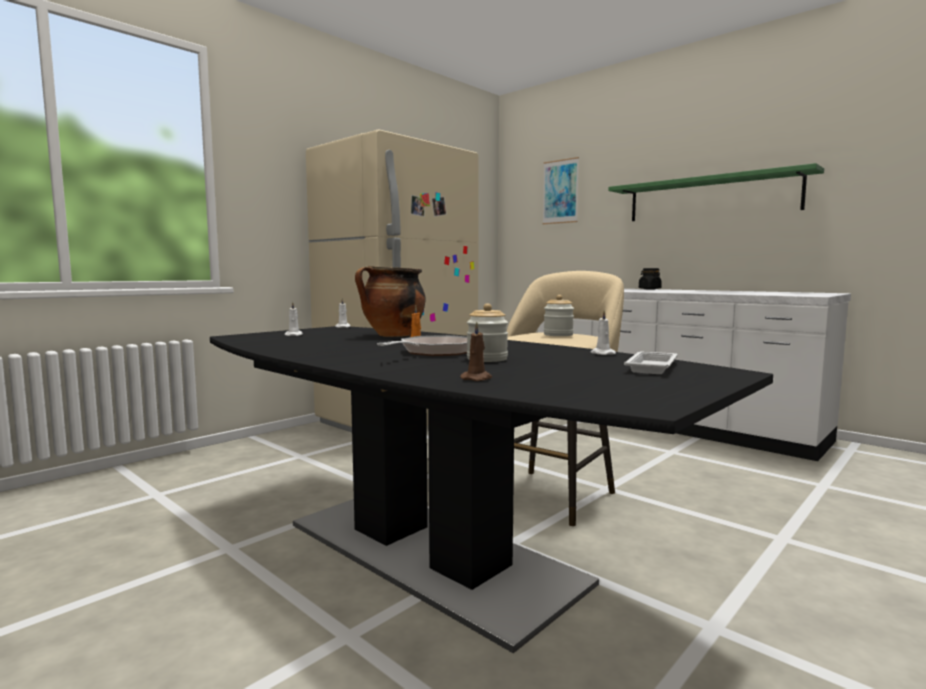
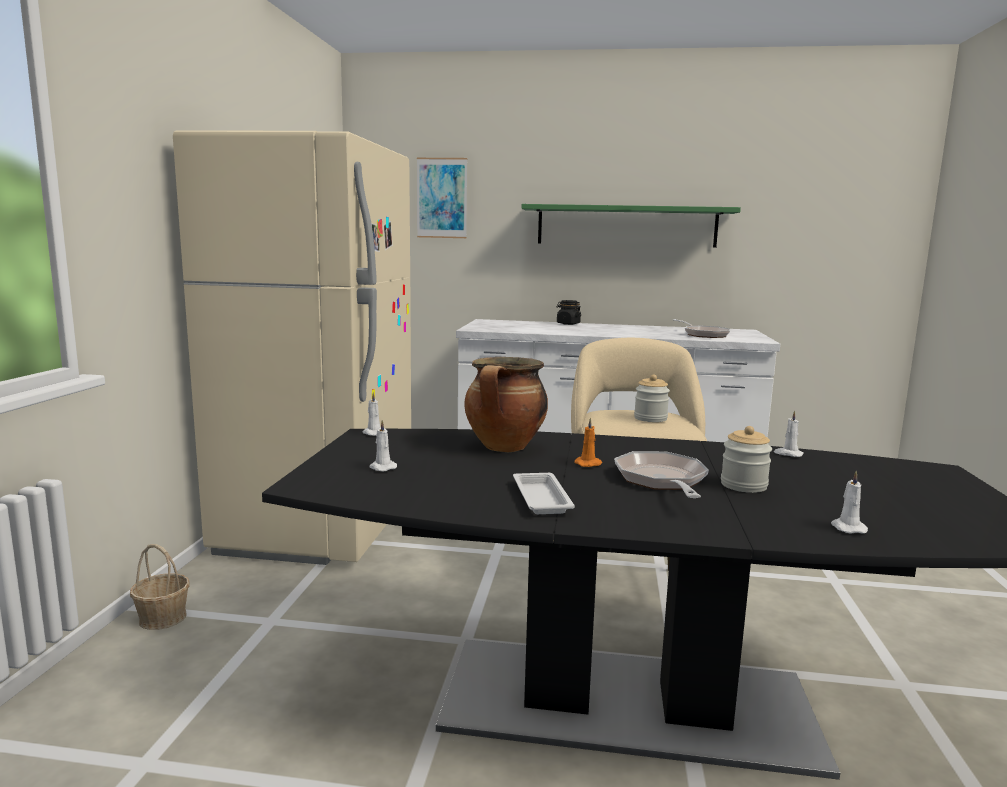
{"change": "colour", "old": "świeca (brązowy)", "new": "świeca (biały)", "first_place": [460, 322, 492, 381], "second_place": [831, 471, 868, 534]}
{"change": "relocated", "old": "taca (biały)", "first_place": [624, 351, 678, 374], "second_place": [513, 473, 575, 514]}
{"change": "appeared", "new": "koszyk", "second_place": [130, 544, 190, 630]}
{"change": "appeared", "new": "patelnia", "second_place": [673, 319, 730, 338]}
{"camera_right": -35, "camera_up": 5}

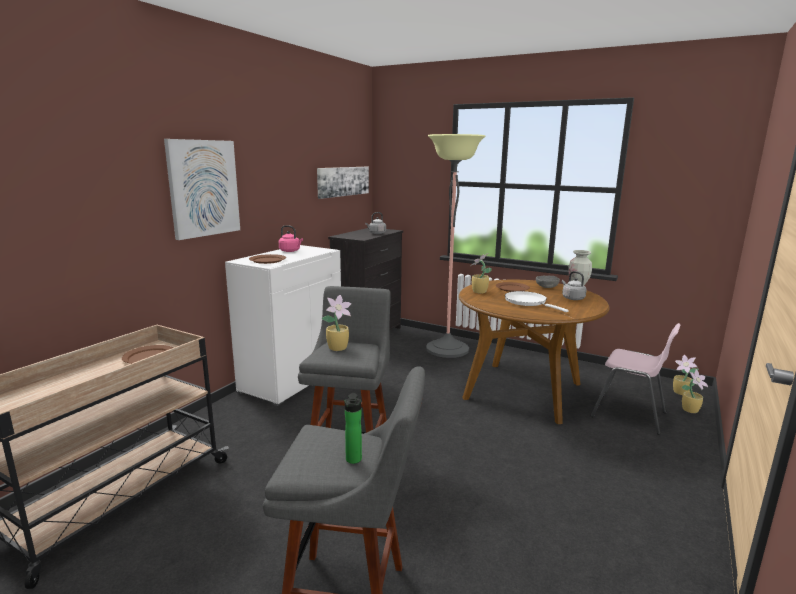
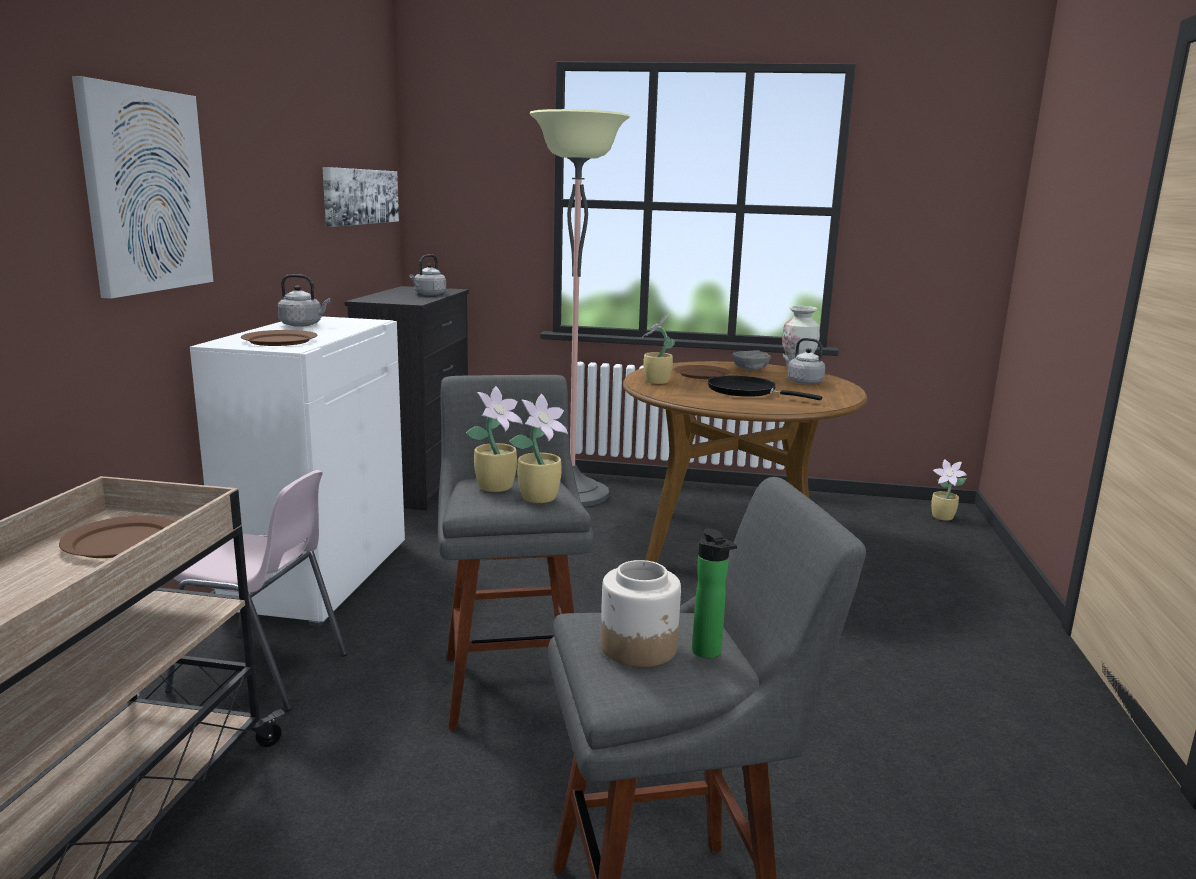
{"change": "colour", "old": "czajnik (różowy)", "new": "czajnik (szary)", "first_place": [279, 225, 303, 252], "second_place": [278, 274, 330, 327]}
{"change": "colour", "old": "patelnia (biały)", "new": "patelnia (czarny)", "first_place": [505, 291, 568, 312], "second_place": [707, 376, 822, 400]}
{"change": "relocated", "old": "krzesło (różowy)", "first_place": [591, 323, 681, 435], "second_place": [165, 470, 347, 711]}
{"change": "relocated", "old": "roślina doniczkowa", "first_place": [682, 369, 708, 413], "second_place": [509, 394, 568, 503]}
{"change": "appeared", "new": "słoik", "second_place": [600, 560, 681, 667]}
{"camera_right": -20, "camera_up": 0}

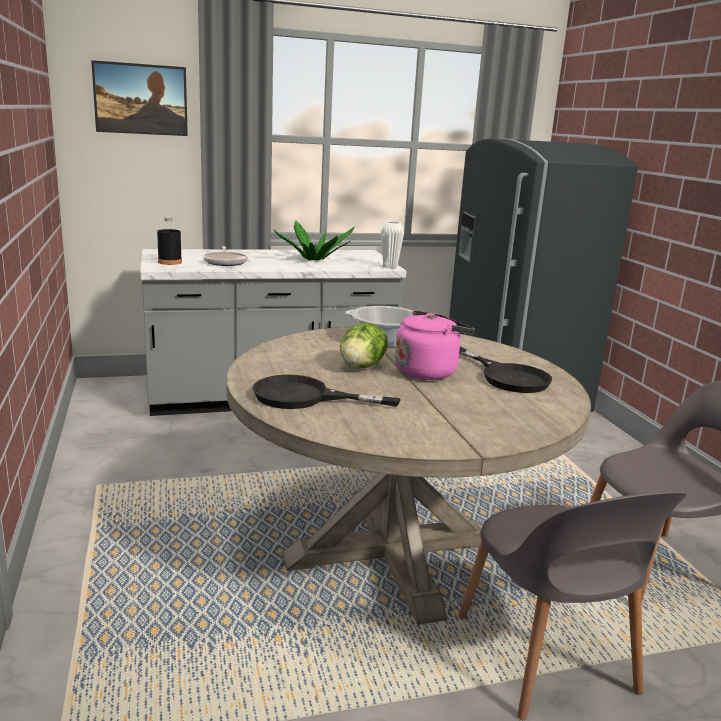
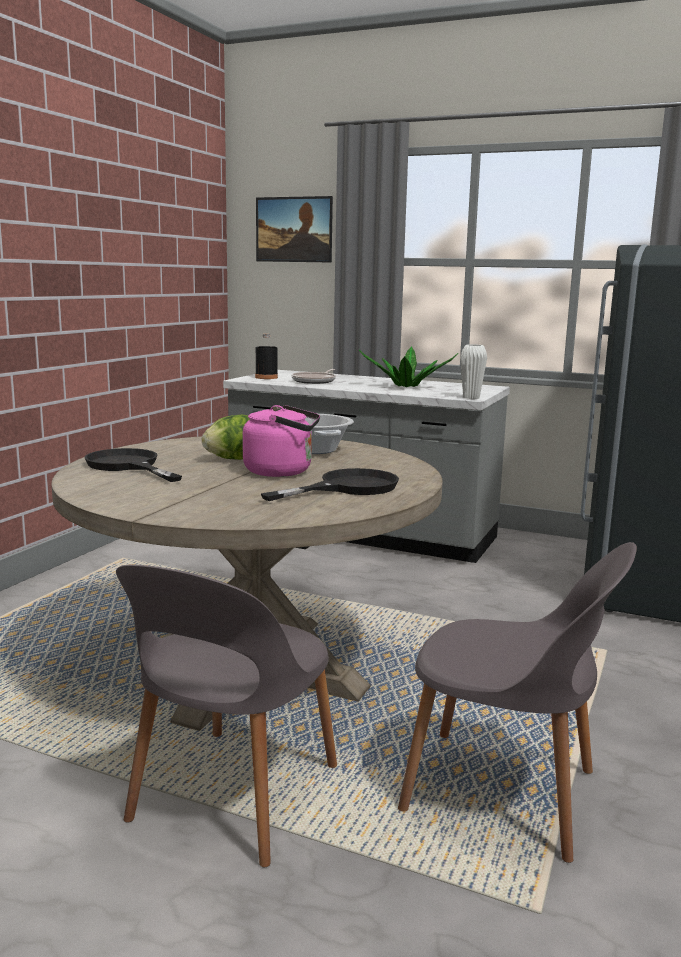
{"change": "spun", "old": "patelnia (czarny)", "first_place": [459, 347, 552, 393], "second_place": [261, 468, 399, 501], "degrees": -135}
{"camera_right": 40, "camera_up": -5}

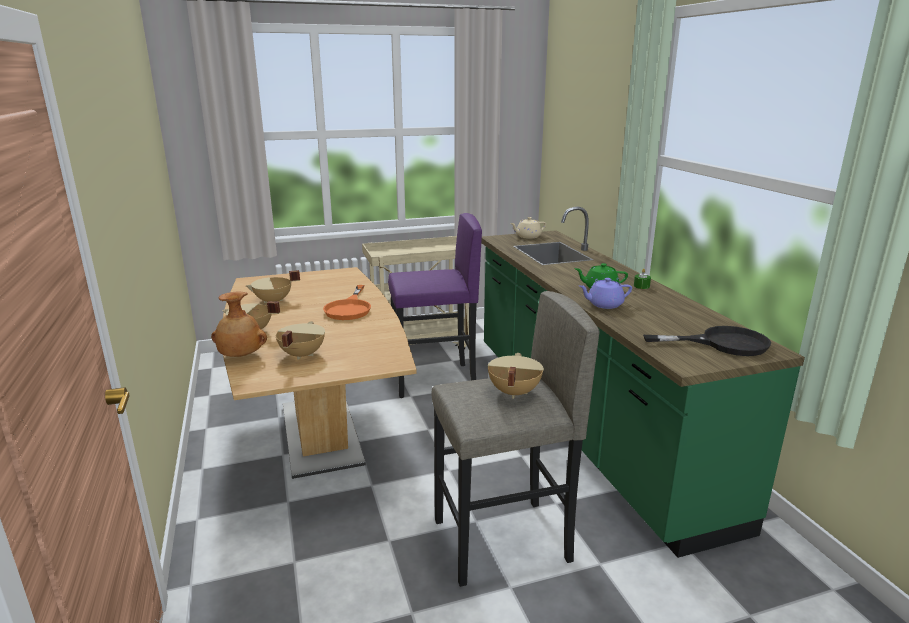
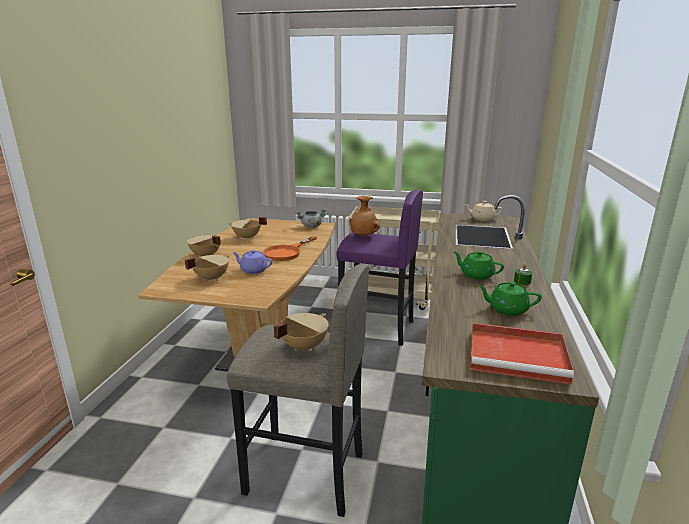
{"change": "relocated", "old": "wazon (brązowy)", "first_place": [211, 291, 267, 357], "second_place": [349, 196, 380, 236]}
{"change": "relocated", "old": "imbryk (fioletowy)", "first_place": [579, 278, 632, 309], "second_place": [232, 250, 272, 274]}
{"change": "exchanged", "old": "patelnia (czarny)", "new": "taca (czerwony)", "first_place": [643, 326, 771, 356], "second_place": [470, 323, 574, 385]}
{"change": "appeared", "new": "garnek (szary)", "second_place": [295, 208, 326, 228]}
{"change": "appeared", "new": "imbryk (zielony)", "second_place": [477, 282, 542, 316]}
{"camera_right": 30, "camera_up": 0}

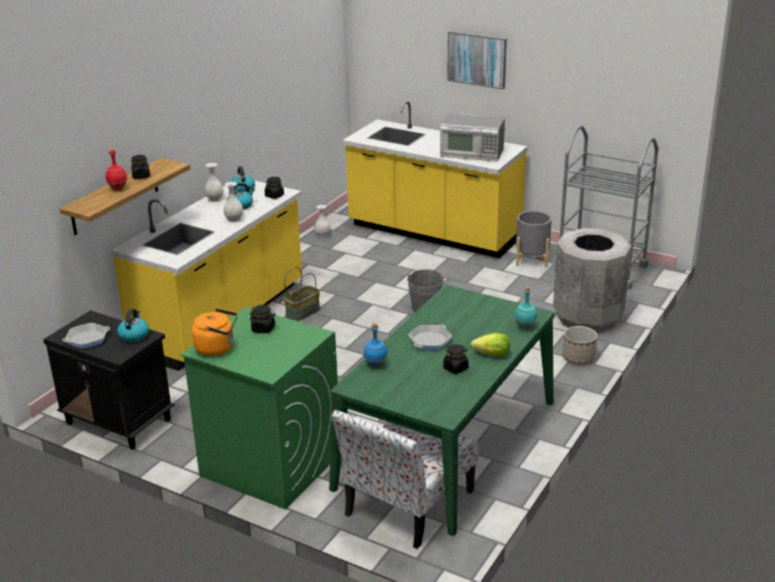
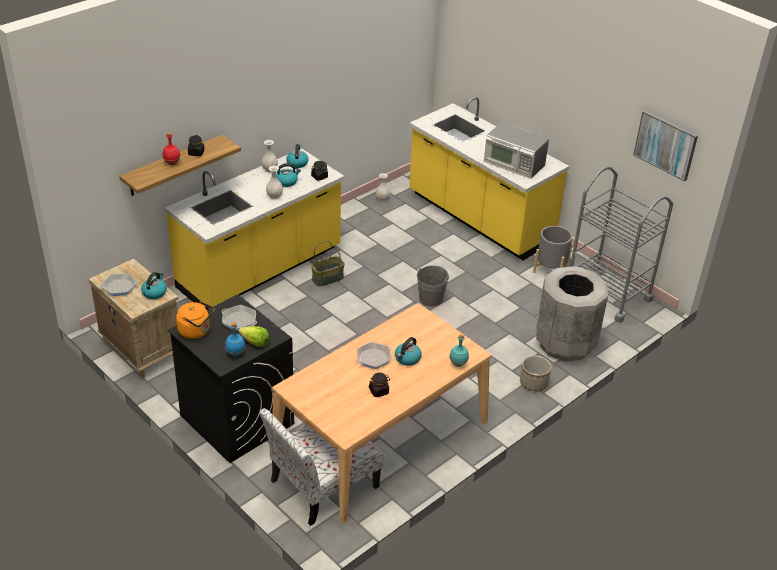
{"change": "colour", "old": "szafka nocna (czarny)", "new": "szafka nocna (beżowy)", "first_place": [43, 310, 175, 449], "second_place": [88, 259, 179, 378]}
{"change": "colour", "old": "pralka (zielony)", "new": "pralka (czarny)", "first_place": [181, 307, 338, 510], "second_place": [167, 294, 294, 463]}
{"change": "exchanged", "old": "słoik (czarny)", "new": "patelnia", "first_place": [250, 305, 276, 333], "second_place": [222, 305, 257, 331]}
{"change": "colour", "old": "stół jadalny (zielony)", "new": "stół jadalny (beżowy)", "first_place": [329, 285, 554, 536], "second_place": [272, 303, 492, 523]}
{"change": "relocated", "old": "butelka (niebieski)", "first_place": [363, 323, 388, 367], "second_place": [225, 322, 246, 356]}
{"change": "relocated", "old": "obraz", "first_place": [447, 31, 507, 89], "second_place": [633, 110, 698, 181]}
{"change": "relocated", "old": "sałata", "first_place": [471, 333, 510, 356], "second_place": [238, 326, 270, 347]}
{"change": "appeared", "new": "czajnik", "second_place": [395, 337, 422, 366]}
{"camera_right": 15, "camera_up": 10}

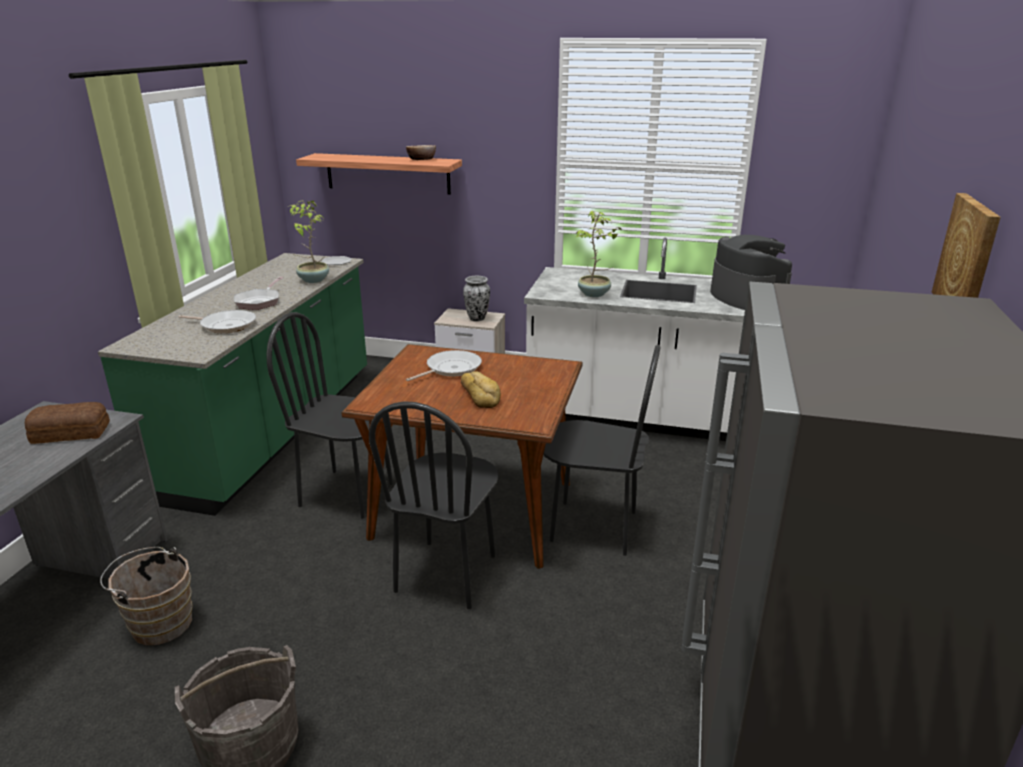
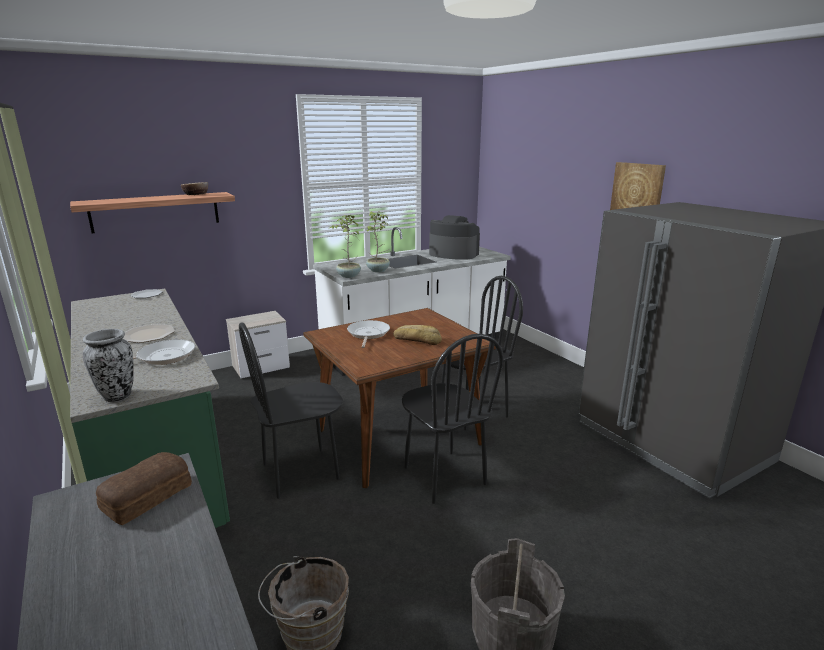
{"change": "exchanged", "old": "patelnia", "new": "talerz", "first_place": [234, 277, 284, 310], "second_place": [123, 324, 175, 343]}
{"change": "relocated", "old": "roślina doniczkowa", "first_place": [288, 200, 329, 283], "second_place": [330, 215, 361, 278]}
{"change": "relocated", "old": "wazon", "first_place": [463, 276, 490, 321], "second_place": [83, 329, 134, 402]}
{"camera_right": -45, "camera_up": -5}

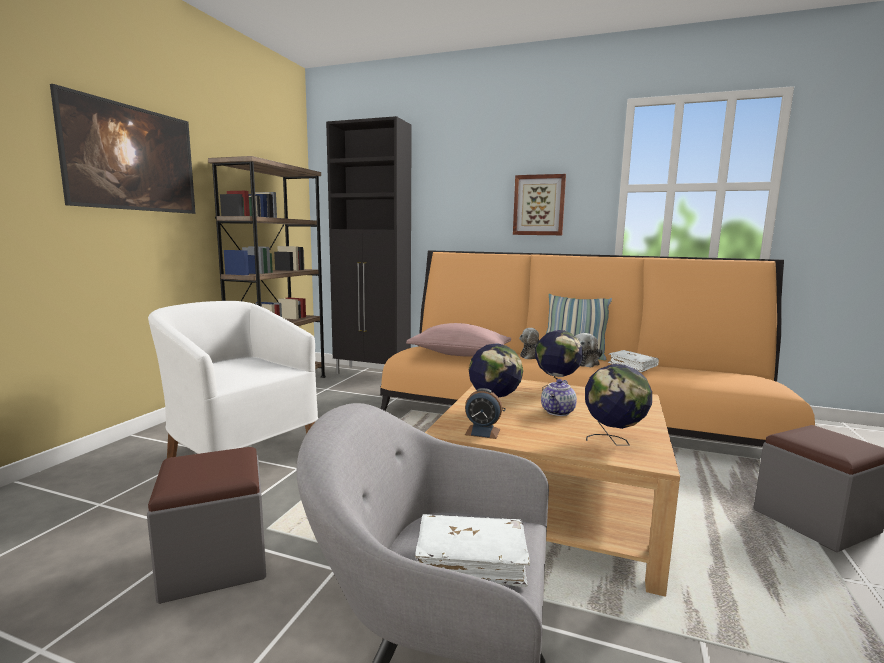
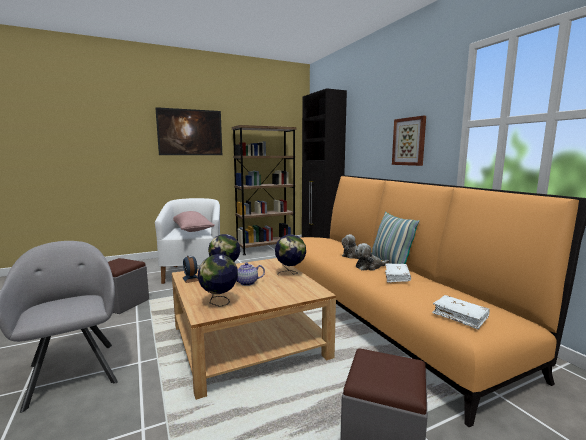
{"change": "relocated", "old": "poduszka (różowy)", "first_place": [406, 323, 511, 357], "second_place": [173, 211, 214, 232]}
{"change": "relocated", "old": "książka (biały)", "first_place": [415, 514, 530, 587], "second_place": [432, 295, 490, 329]}
{"camera_right": 45, "camera_up": 0}

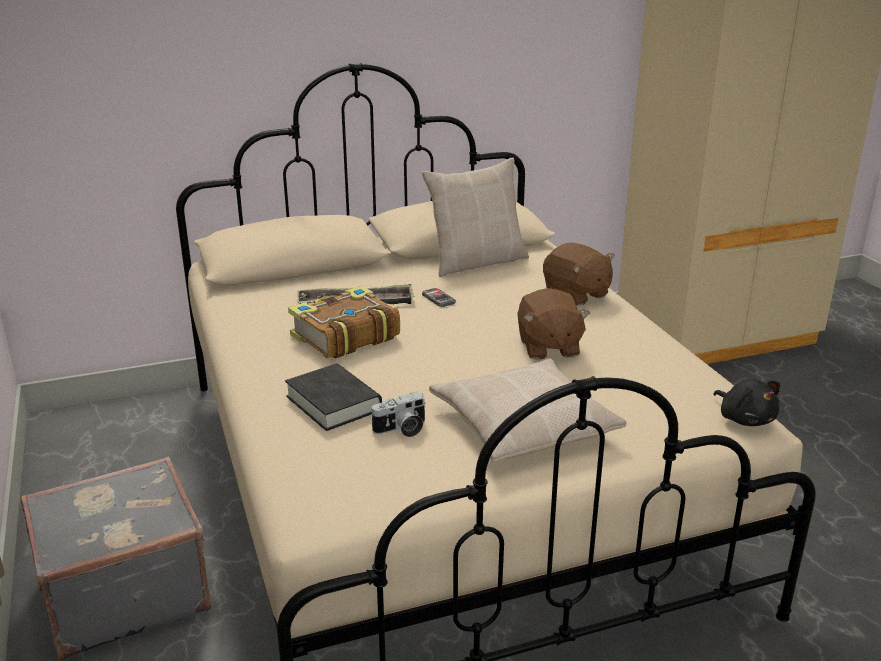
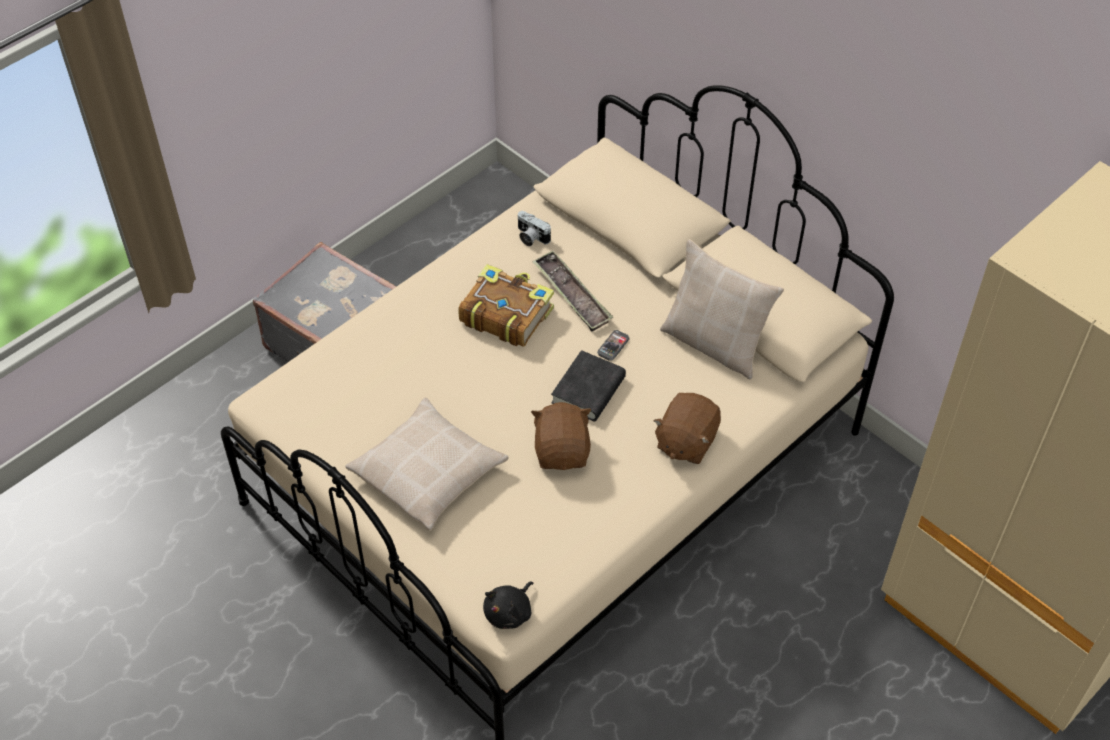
{"change": "relocated", "old": "książka (czarny)", "first_place": [285, 364, 382, 431], "second_place": [551, 350, 626, 422]}
{"change": "relocated", "old": "aparat fotograficzny", "first_place": [370, 392, 426, 437], "second_place": [518, 211, 551, 246]}
{"change": "spun", "old": "pluszak (brązowy)", "first_place": [517, 288, 590, 360], "second_place": [531, 402, 591, 470], "degrees": 120}
{"camera_right": 65, "camera_up": 25}

